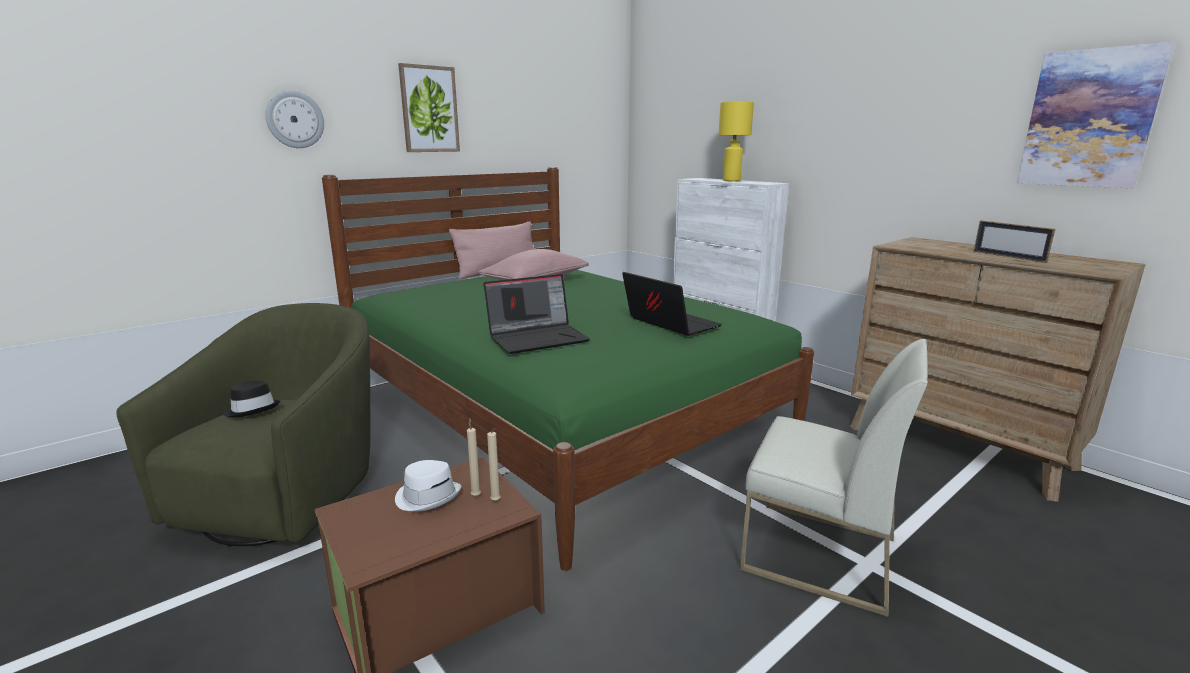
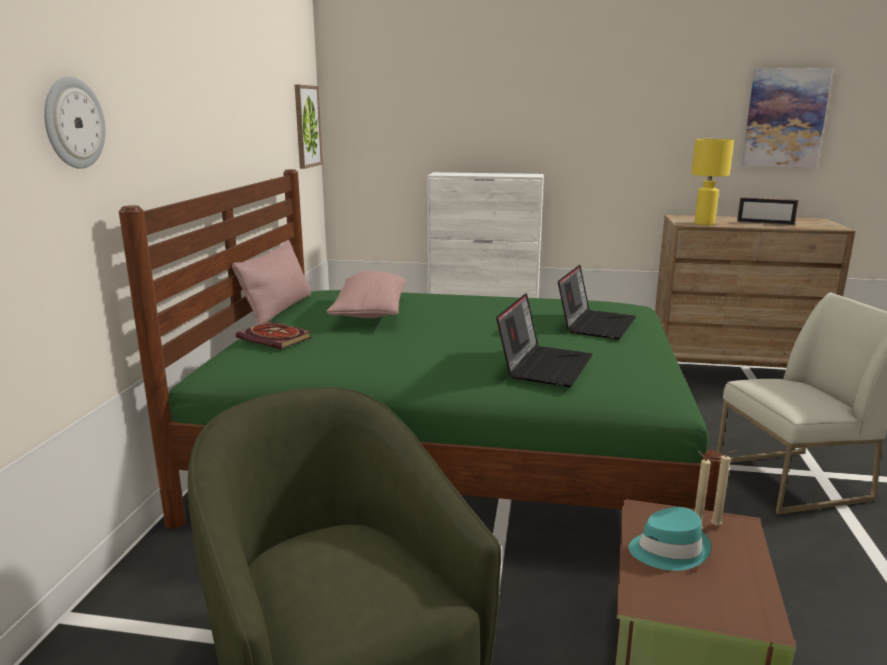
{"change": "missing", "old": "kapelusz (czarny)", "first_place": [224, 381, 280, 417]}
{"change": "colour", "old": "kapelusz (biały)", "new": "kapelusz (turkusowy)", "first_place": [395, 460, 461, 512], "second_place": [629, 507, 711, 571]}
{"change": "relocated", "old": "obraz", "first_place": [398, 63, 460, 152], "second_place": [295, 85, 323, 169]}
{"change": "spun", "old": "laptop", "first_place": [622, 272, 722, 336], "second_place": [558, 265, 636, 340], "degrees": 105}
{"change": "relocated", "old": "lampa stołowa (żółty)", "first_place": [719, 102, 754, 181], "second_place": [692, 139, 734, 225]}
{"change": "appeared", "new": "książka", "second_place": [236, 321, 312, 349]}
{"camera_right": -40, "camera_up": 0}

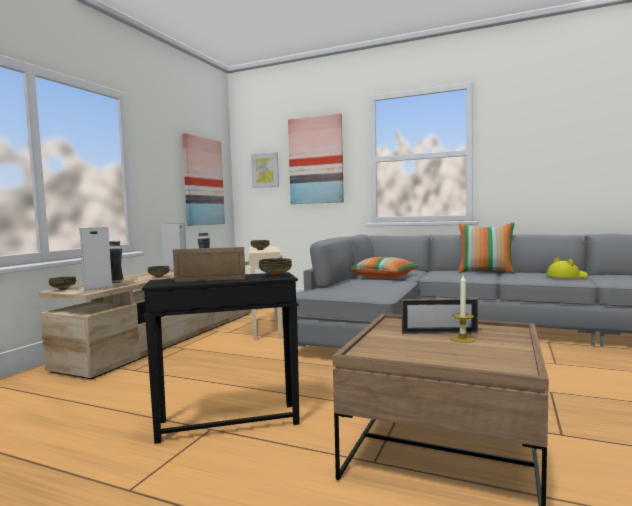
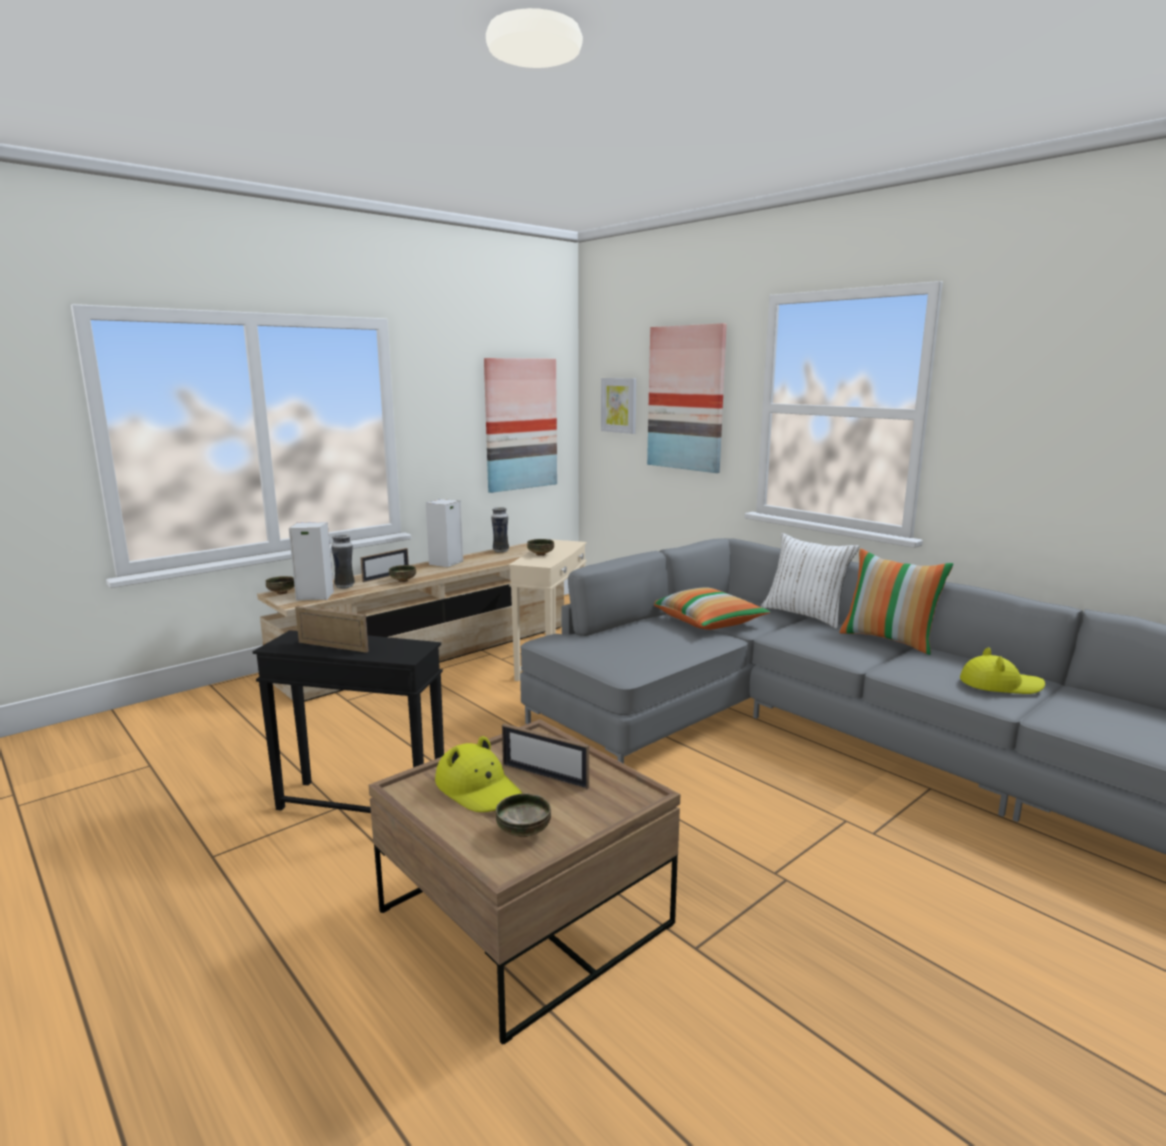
{"change": "relocated", "old": "miska", "first_place": [259, 258, 292, 277], "second_place": [496, 793, 551, 837]}
{"change": "missing", "old": "świeca", "first_place": [450, 275, 476, 343]}
{"change": "appeared", "new": "ramka na zdjęcie", "second_place": [360, 548, 409, 582]}
{"change": "appeared", "new": "kapelusz (żółty)", "second_place": [435, 736, 522, 812]}
{"change": "appeared", "new": "poduszka (biały)", "second_place": [761, 533, 859, 629]}
{"camera_right": 25, "camera_up": 10}

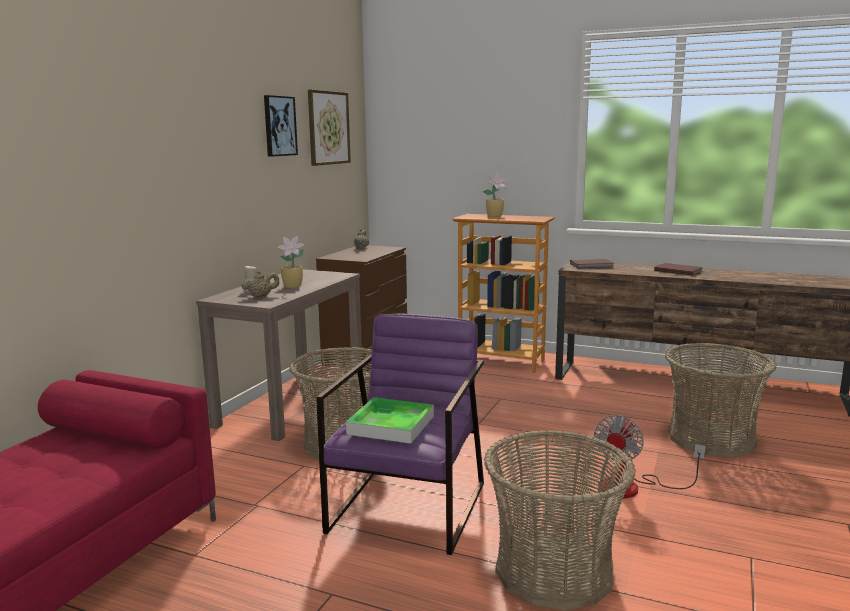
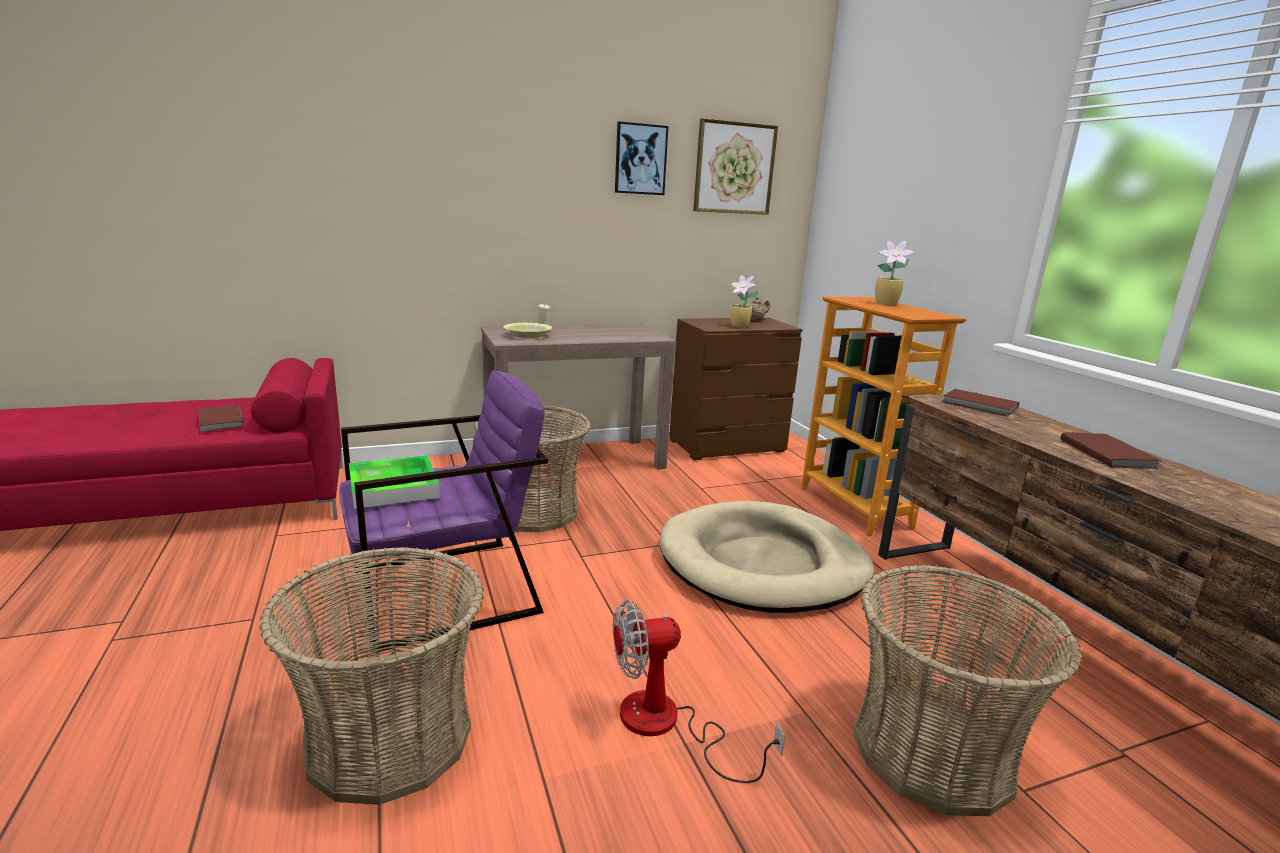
{"change": "exchanged", "old": "imbryk (beżowy)", "new": "miska (żółty)", "first_place": [241, 270, 279, 297], "second_place": [503, 323, 552, 338]}
{"change": "relocated", "old": "roślina doniczkowa", "first_place": [277, 236, 305, 288], "second_place": [730, 275, 758, 328]}
{"change": "appeared", "new": "książka (brązowy)", "second_place": [198, 405, 244, 432]}
{"change": "appeared", "new": "legowisko (beżowy)", "second_place": [659, 501, 874, 613]}
{"camera_right": 45, "camera_up": 5}

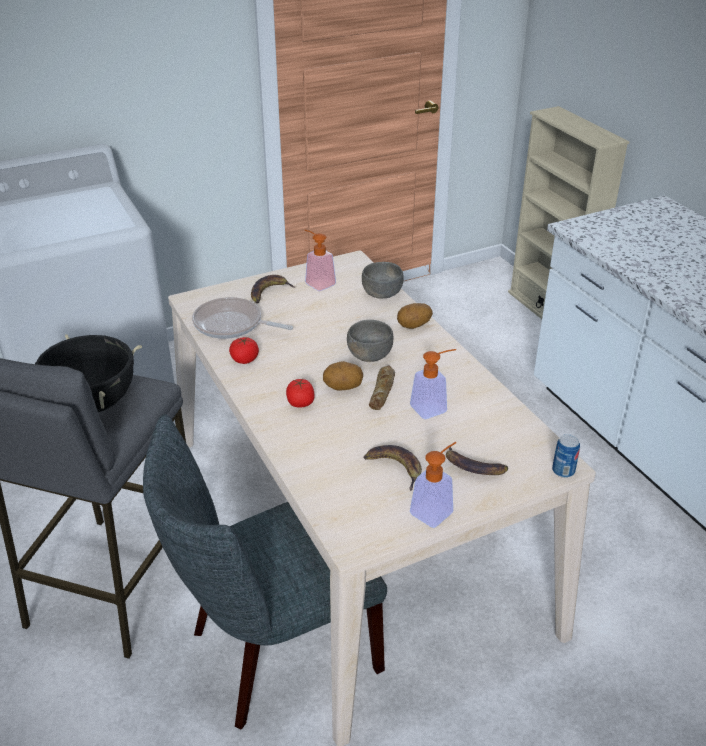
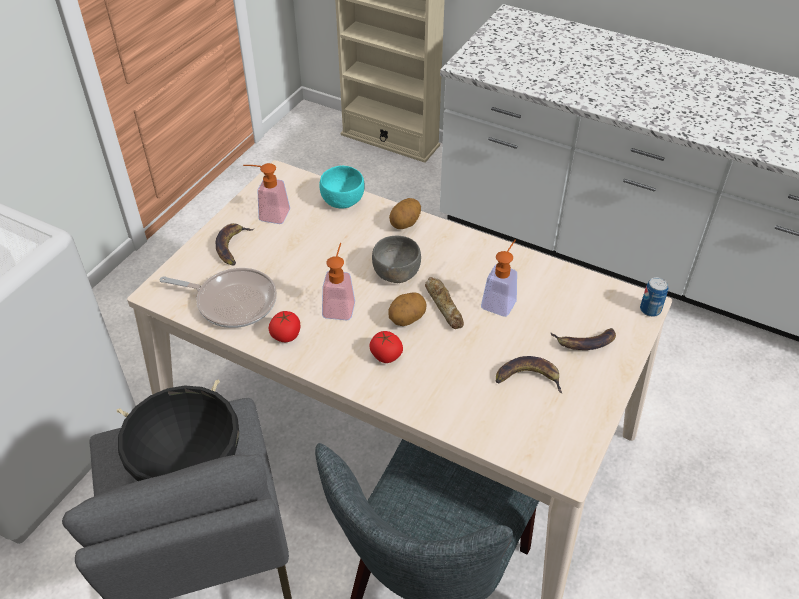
{"change": "spun", "old": "patelnia", "first_place": [192, 297, 293, 339], "second_place": [159, 268, 277, 328], "degrees": -150}
{"change": "colour", "old": "miska (szary)", "new": "miska (turkusowy)", "first_place": [362, 262, 404, 299], "second_place": [319, 166, 365, 209]}
{"change": "relocated", "old": "dozownik mydła", "first_place": [410, 442, 456, 528], "second_place": [322, 243, 355, 320]}
{"camera_right": -35, "camera_up": 10}

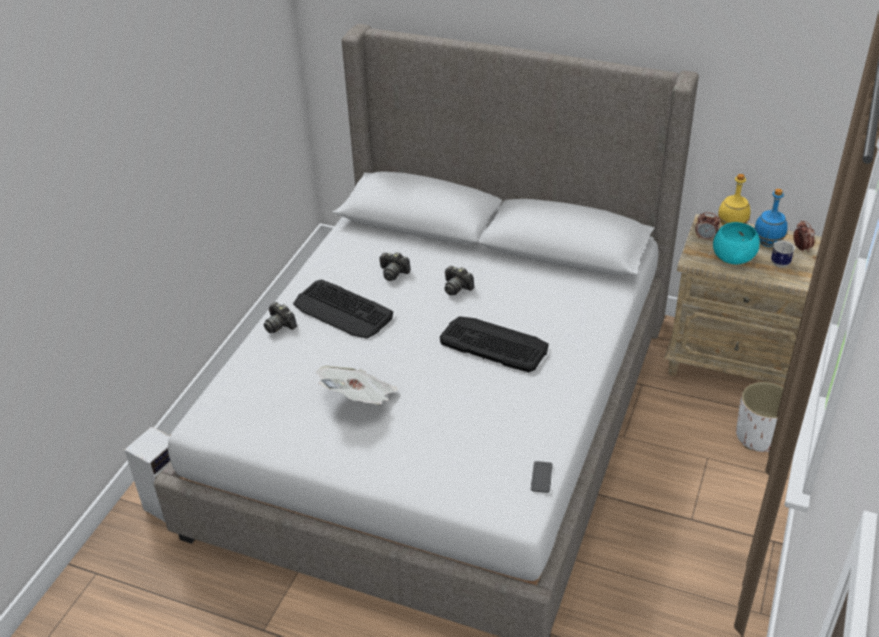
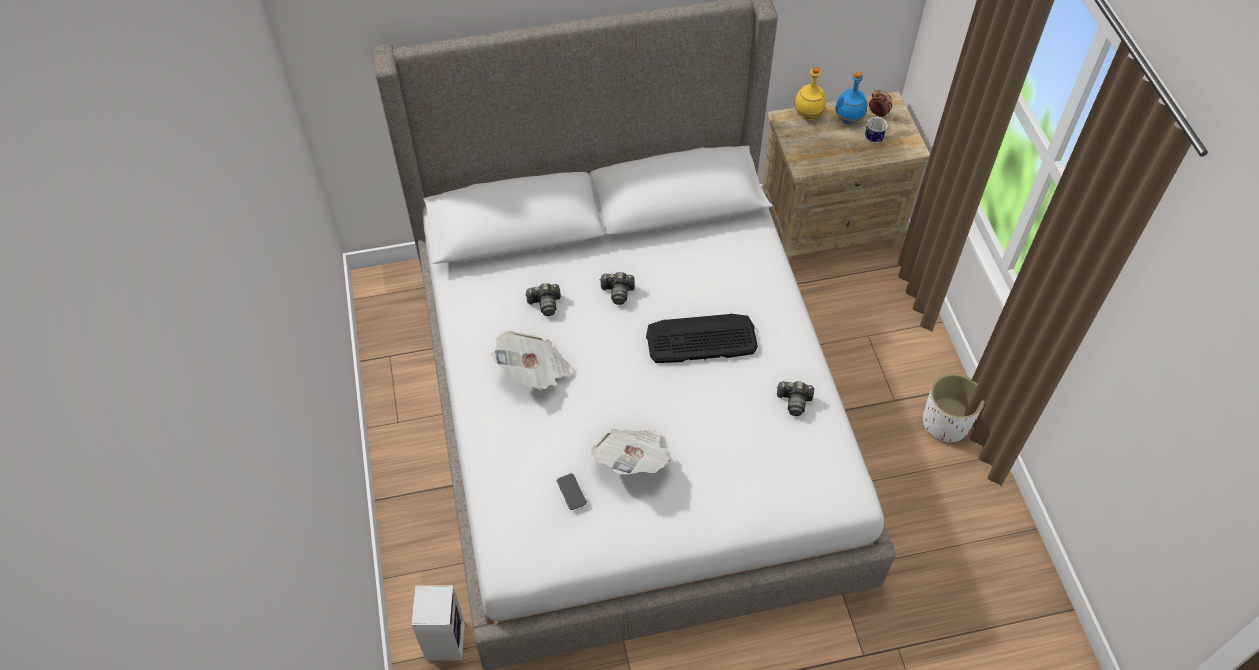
{"change": "relocated", "old": "aparat fotograficzny", "first_place": [264, 302, 297, 333], "second_place": [777, 381, 814, 416]}
{"change": "exchanged", "old": "klawiatura", "new": "gazeta", "first_place": [293, 279, 393, 339], "second_place": [491, 331, 574, 390]}
{"change": "relocated", "old": "telefon", "first_place": [531, 461, 553, 493], "second_place": [557, 473, 587, 510]}
{"change": "missing", "old": "budzik", "first_place": [696, 212, 720, 241]}
{"change": "missing", "old": "miska (turkusowy)", "first_place": [713, 222, 760, 264]}
{"change": "relocated", "old": "donica (biały)", "first_place": [736, 382, 784, 452], "second_place": [923, 373, 984, 443]}
{"camera_right": -35, "camera_up": 15}

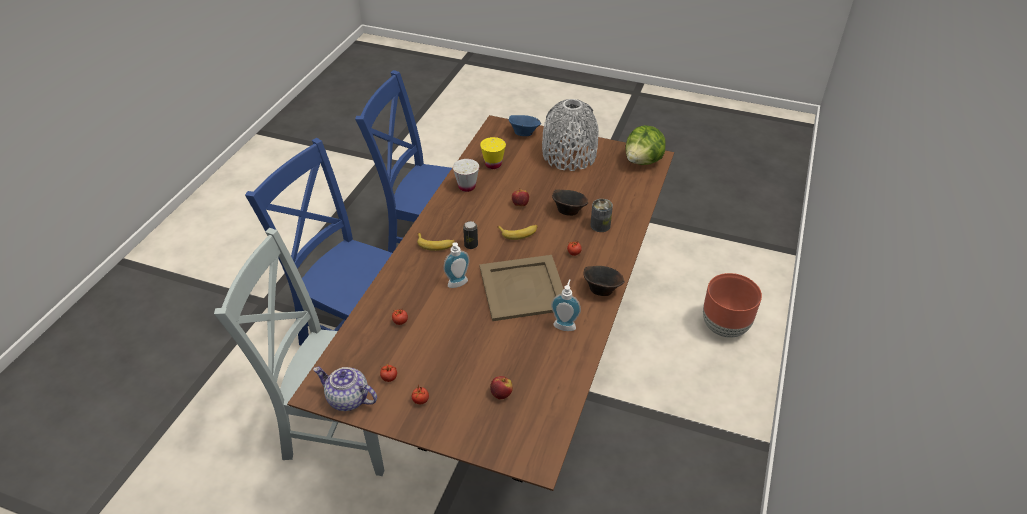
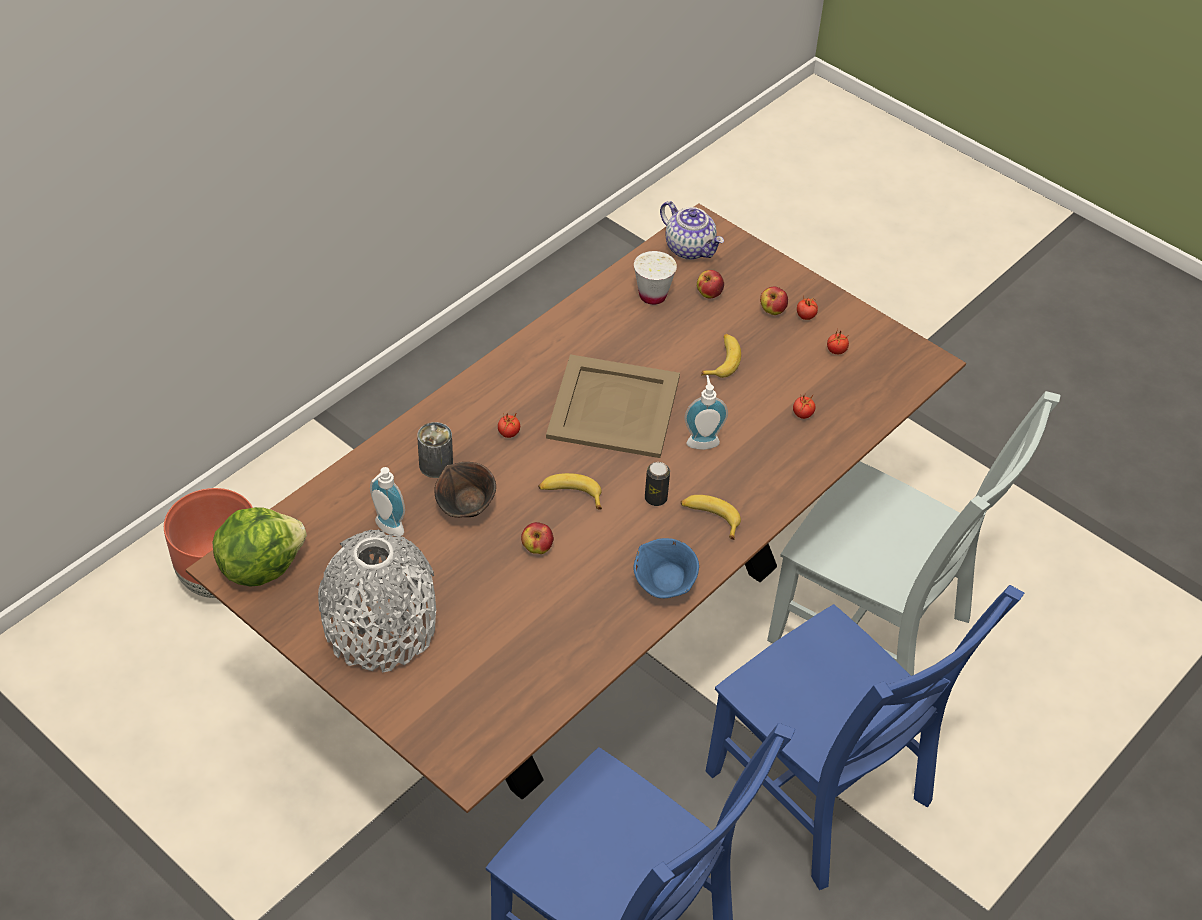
{"change": "relocated", "old": "imbryk", "first_place": [313, 367, 377, 411], "second_place": [660, 201, 724, 260]}
{"change": "relocated", "old": "filiżanka (biały)", "first_place": [453, 159, 479, 192], "second_place": [634, 251, 677, 305]}
{"change": "missing", "old": "filiżanka (żółty)", "first_place": [480, 137, 506, 169]}
{"change": "relocated", "old": "miska (niebieski)", "first_place": [509, 115, 541, 136], "second_place": [633, 538, 699, 598]}
{"change": "relocated", "old": "dozownik mydła", "first_place": [551, 279, 581, 331], "second_place": [370, 467, 405, 536]}
{"change": "missing", "old": "miska (brązowy)", "first_place": [583, 266, 625, 296]}
{"change": "appeared", "new": "banan", "second_place": [701, 334, 741, 378]}
{"change": "appeared", "new": "jabłko", "second_place": [760, 286, 788, 315]}
{"camera_right": -160, "camera_up": 5}

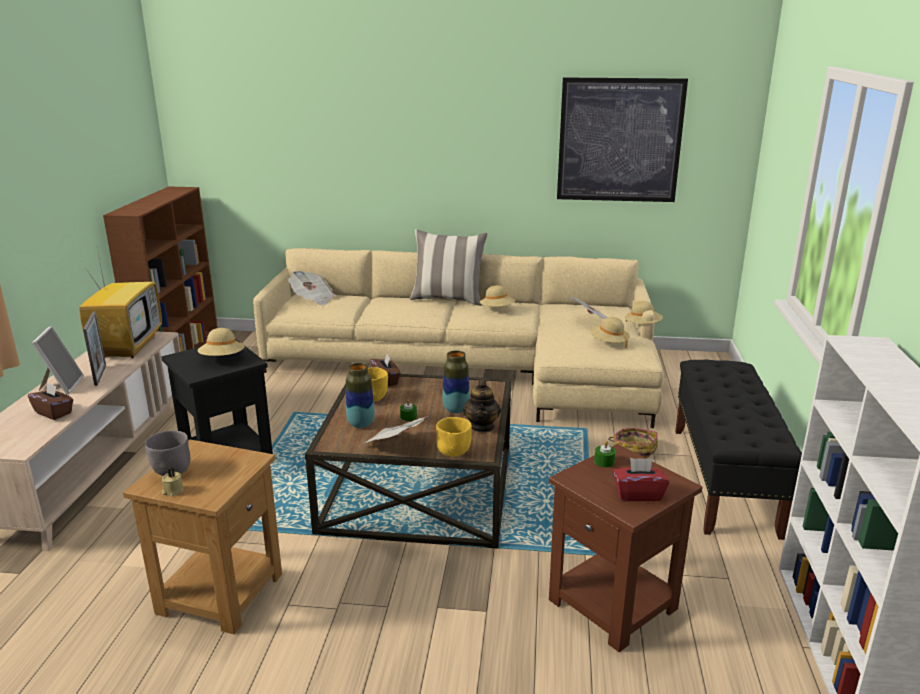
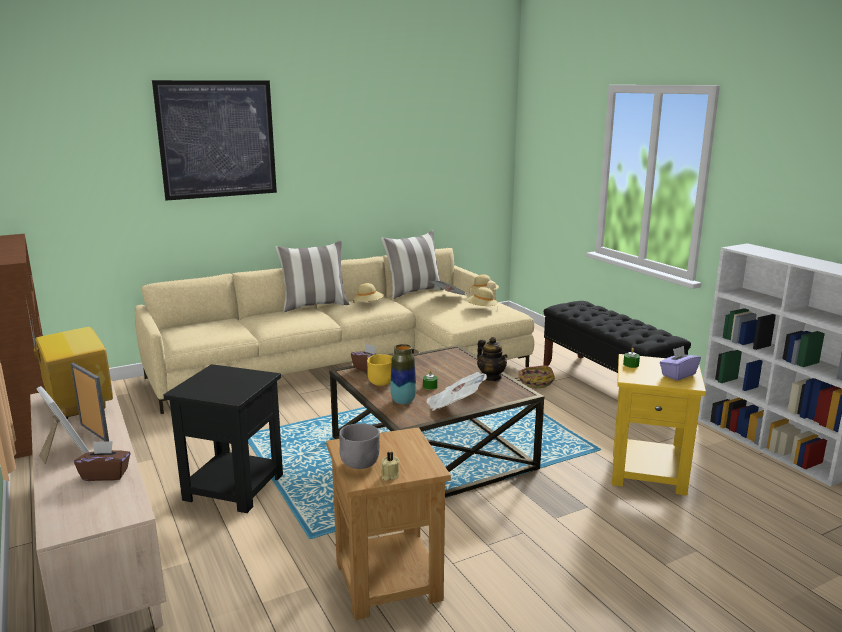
{"change": "missing", "old": "kapelusz (beżowy)", "first_place": [198, 328, 245, 356]}
{"change": "missing", "old": "gazeta", "first_place": [288, 270, 335, 306]}
{"change": "missing", "old": "miska (żółty)", "first_place": [436, 417, 472, 457]}
{"change": "missing", "old": "wazon", "first_place": [443, 351, 470, 414]}
{"change": "colour", "old": "stolik (brązowy)", "new": "stolik (żółty)", "first_place": [549, 444, 702, 652], "second_place": [612, 354, 706, 495]}
{"change": "relocated", "old": "obraz", "first_place": [557, 77, 688, 202], "second_place": [152, 80, 277, 201]}
{"change": "colour", "old": "pudełko chusteczek (czerwony)", "new": "pudełko chusteczek (fioletowy)", "first_place": [613, 458, 669, 501], "second_place": [660, 346, 701, 380]}
{"change": "appeared", "new": "poduszka", "second_place": [381, 230, 444, 299]}
{"camera_right": -35, "camera_up": -5}

